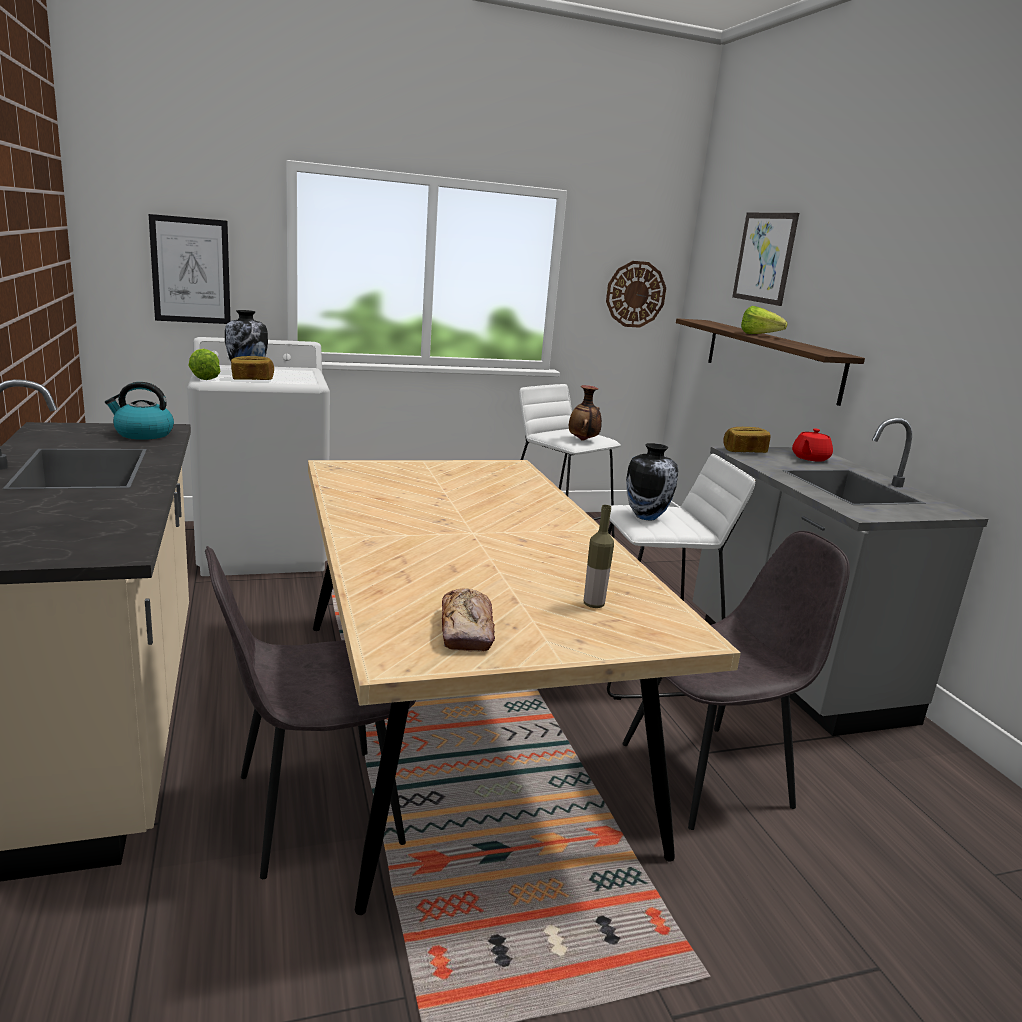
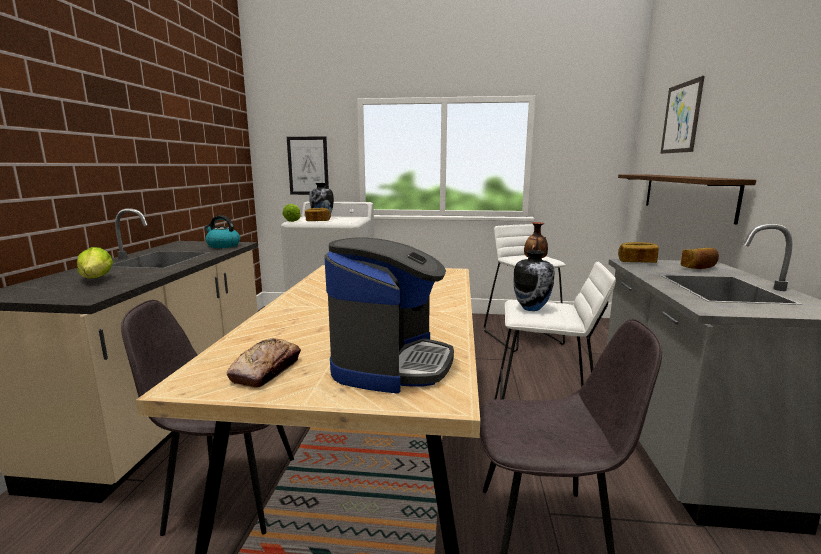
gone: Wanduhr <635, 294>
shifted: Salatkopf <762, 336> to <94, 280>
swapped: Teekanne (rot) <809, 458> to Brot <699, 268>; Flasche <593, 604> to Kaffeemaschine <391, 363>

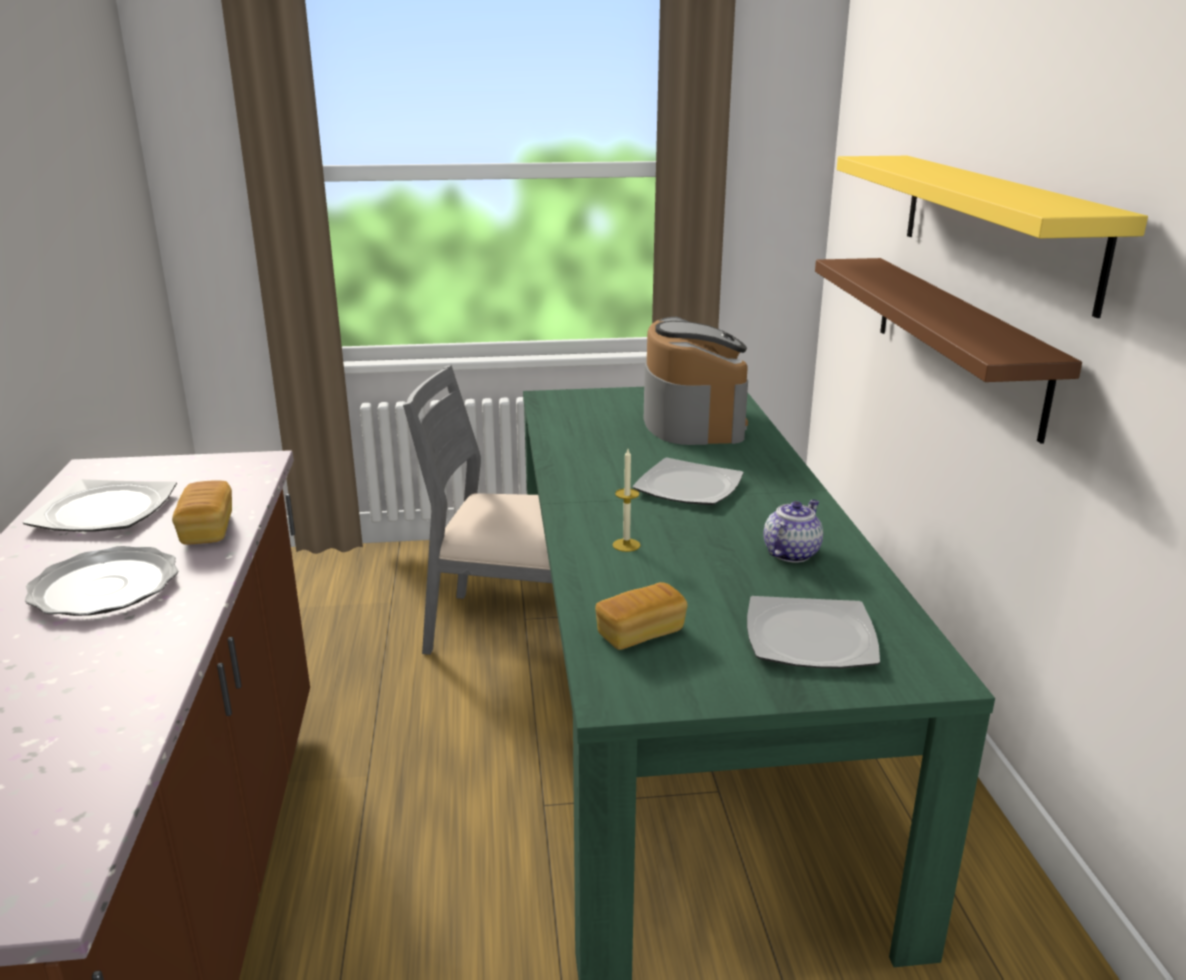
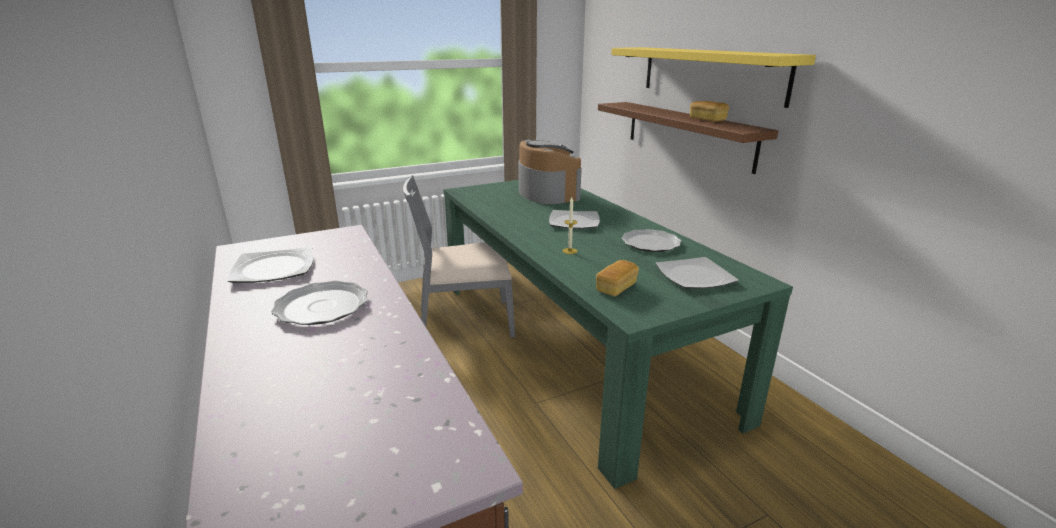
shifted: Brot <207, 530> to <707, 120>
swapped: Teekanne <791, 553> to Teller <650, 243>

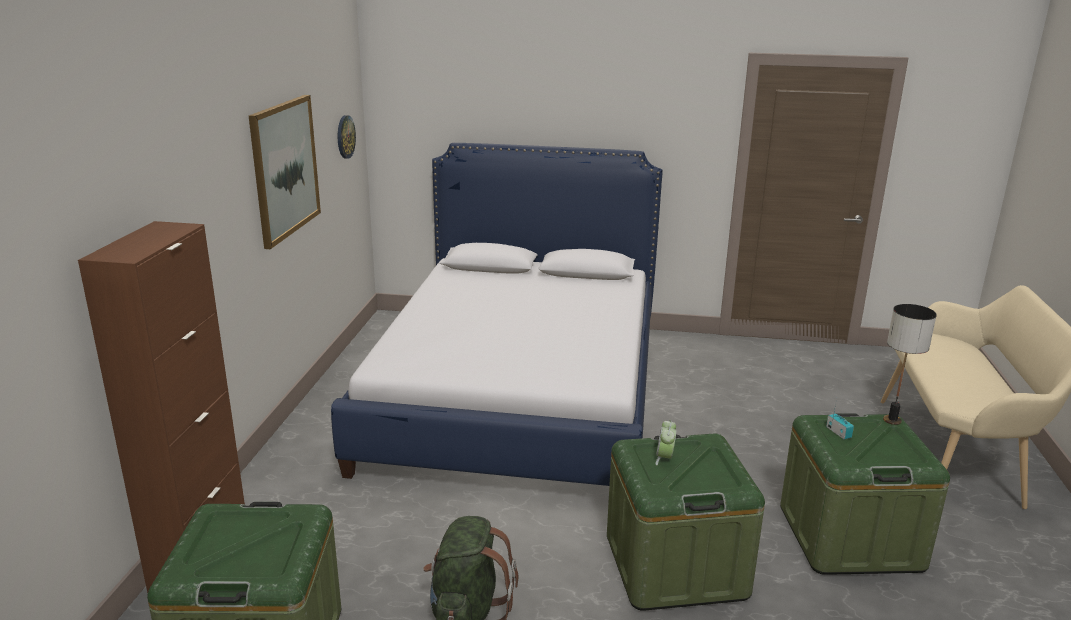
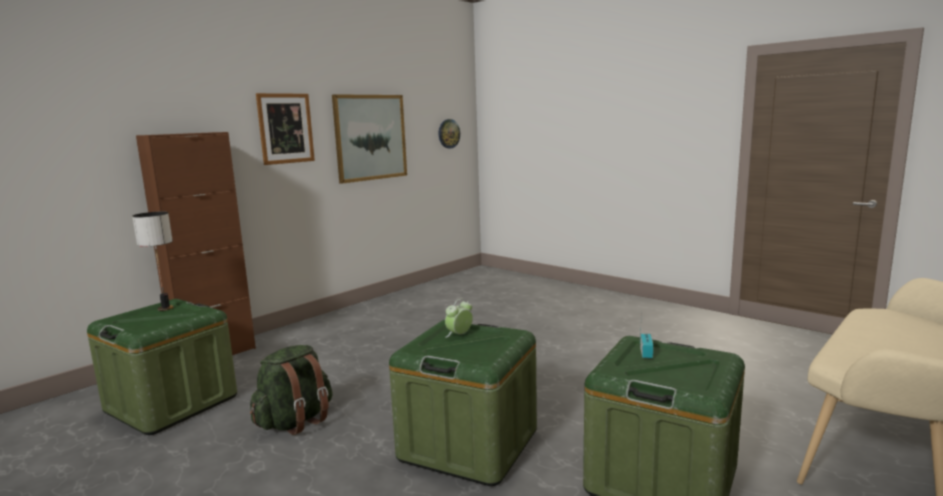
gone: Bett <518, 393>
new: Bild <285, 128>
shifted: Tischlampe <892, 420> to <165, 308>

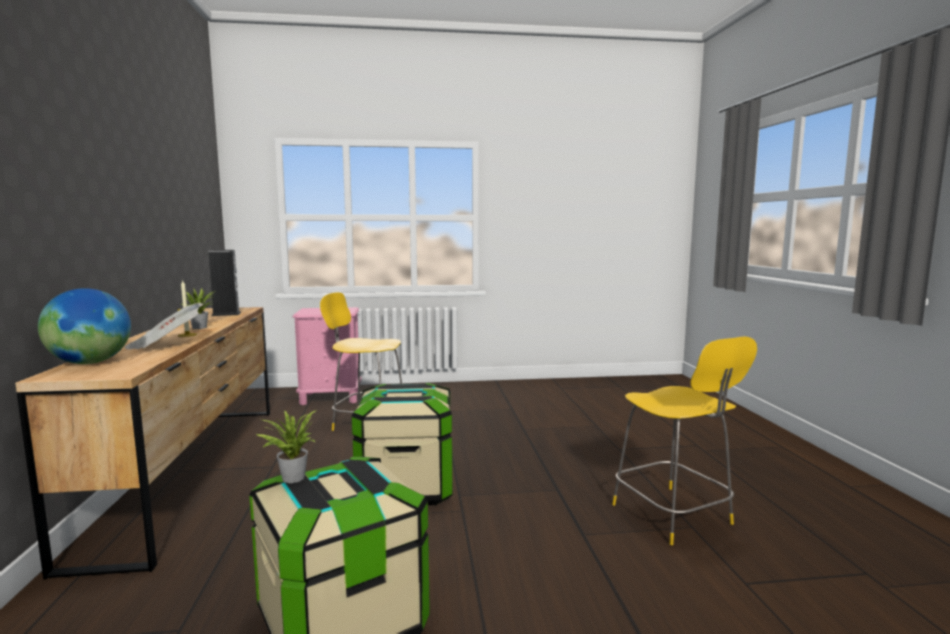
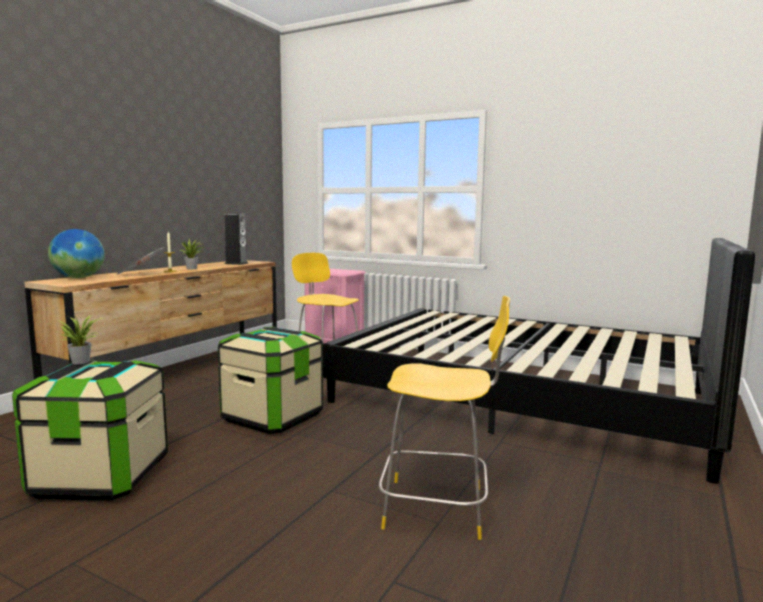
new: Bett (schwarz) <522, 398>
rotated: Stuhl (gelb) <674, 516> = <439, 508> 90 degrees counterclockwise

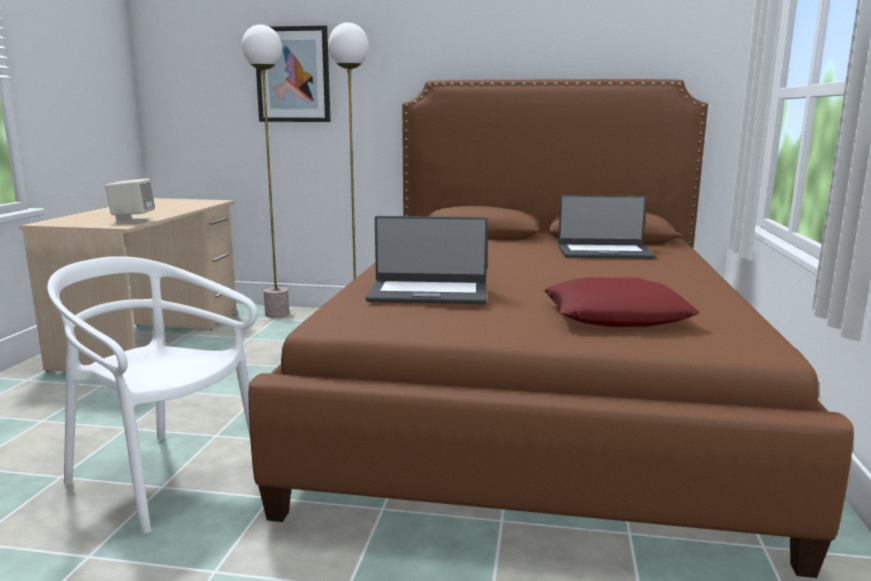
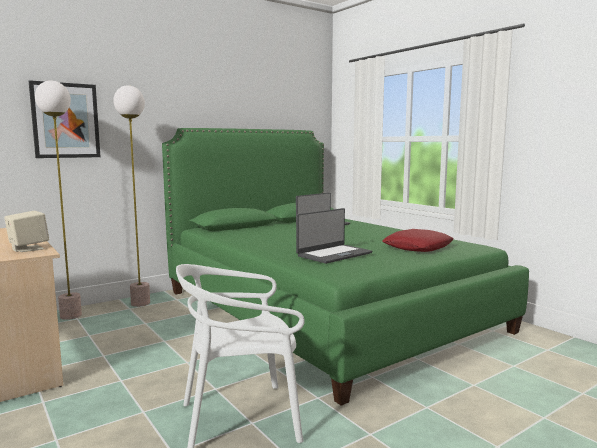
repainted: Bett (braun) <533, 395> to Bett (grün) <324, 310>

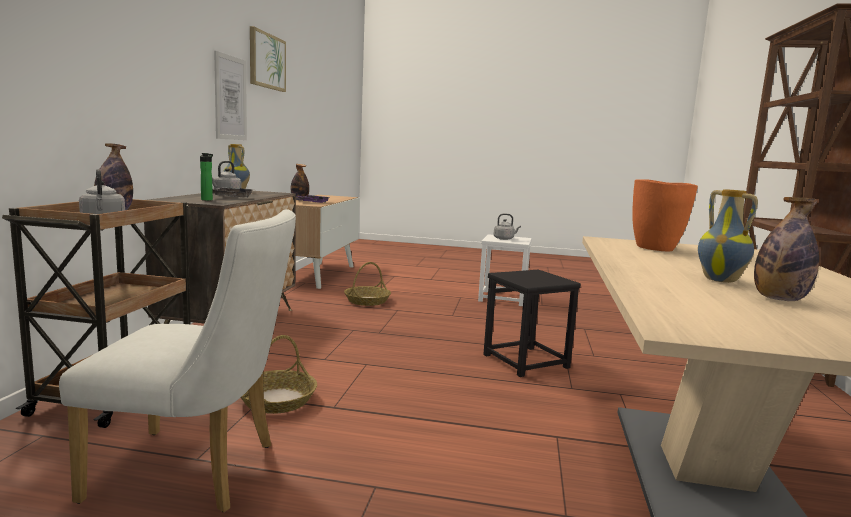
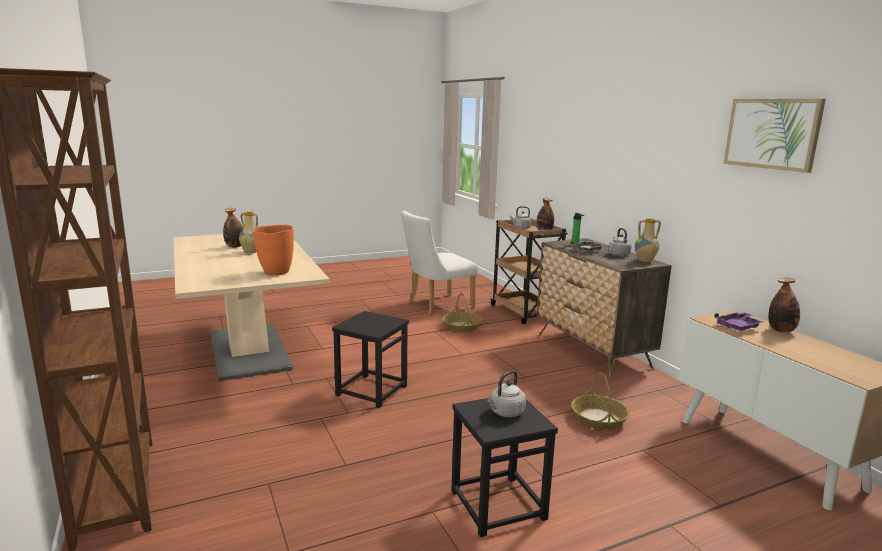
gone: Bild <230, 98>
repainted: Hocker (weiß) <502, 298> to Hocker (schwarz) <498, 504>

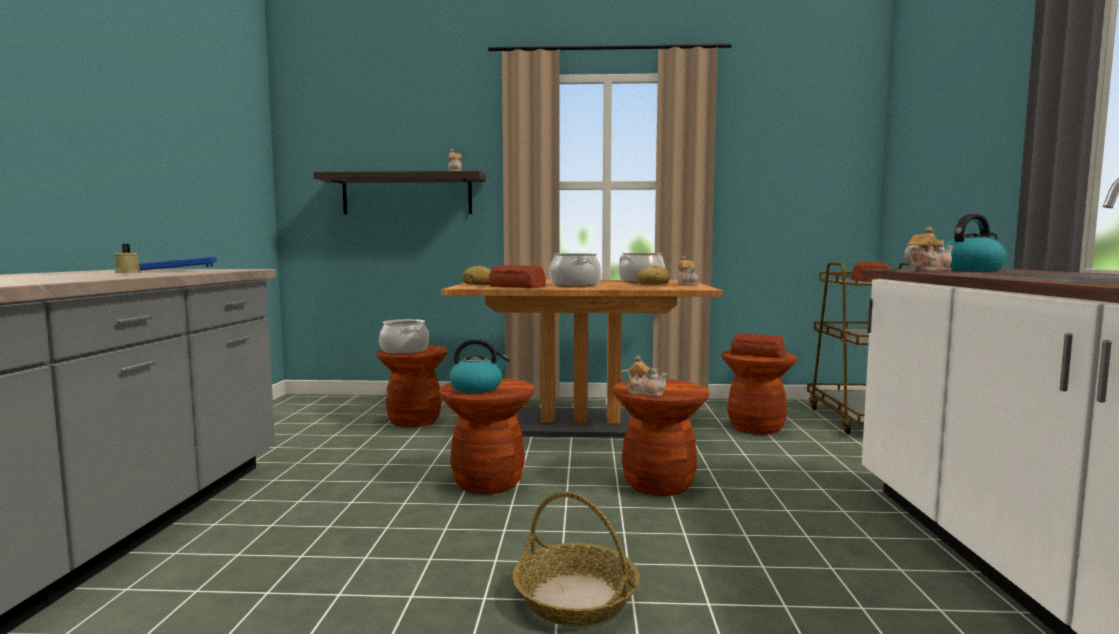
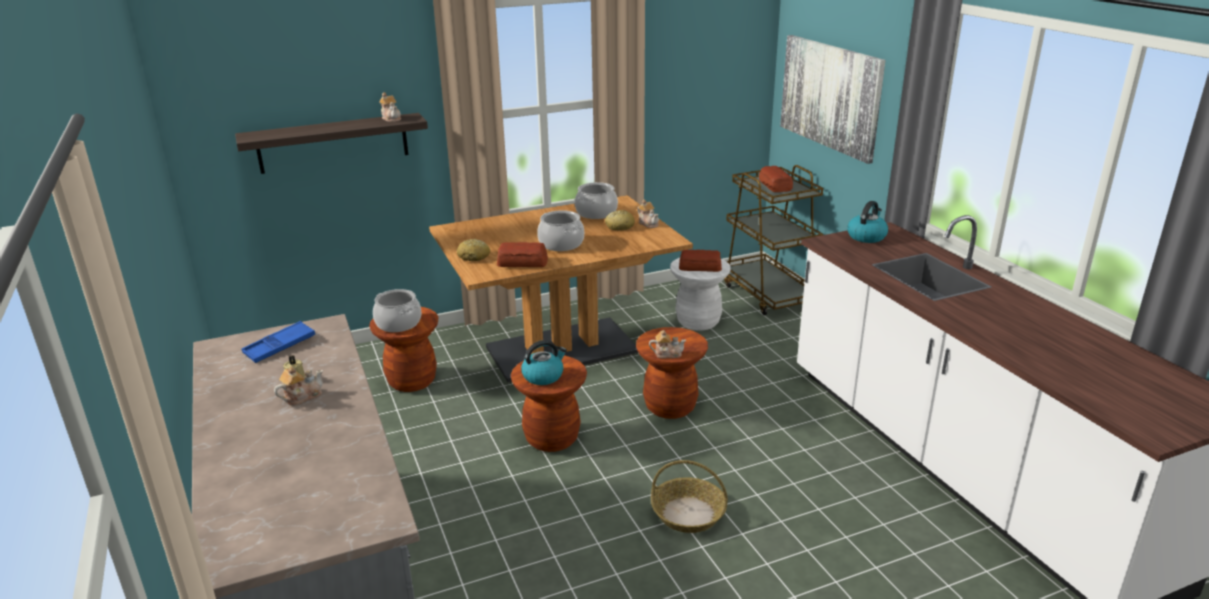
new: Bild <830, 96>
shifted: Teekanne <927, 271> to <302, 397>
repainted: Hocker (braun) <755, 427> to Hocker (weiß) <698, 322>

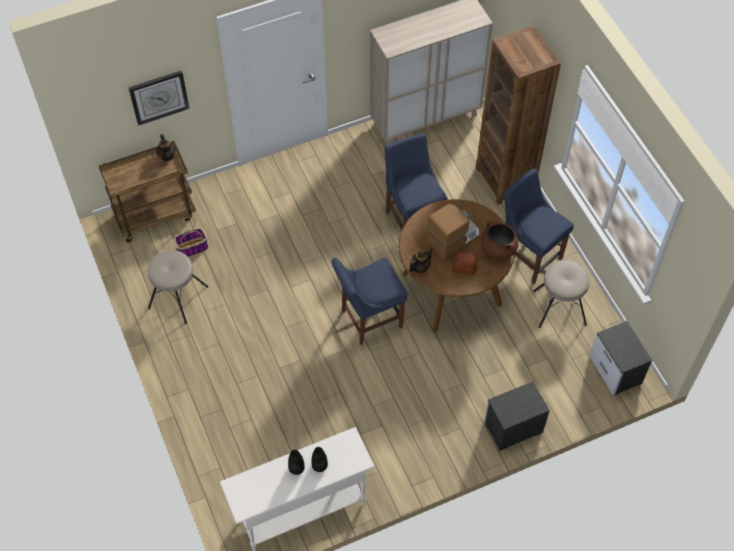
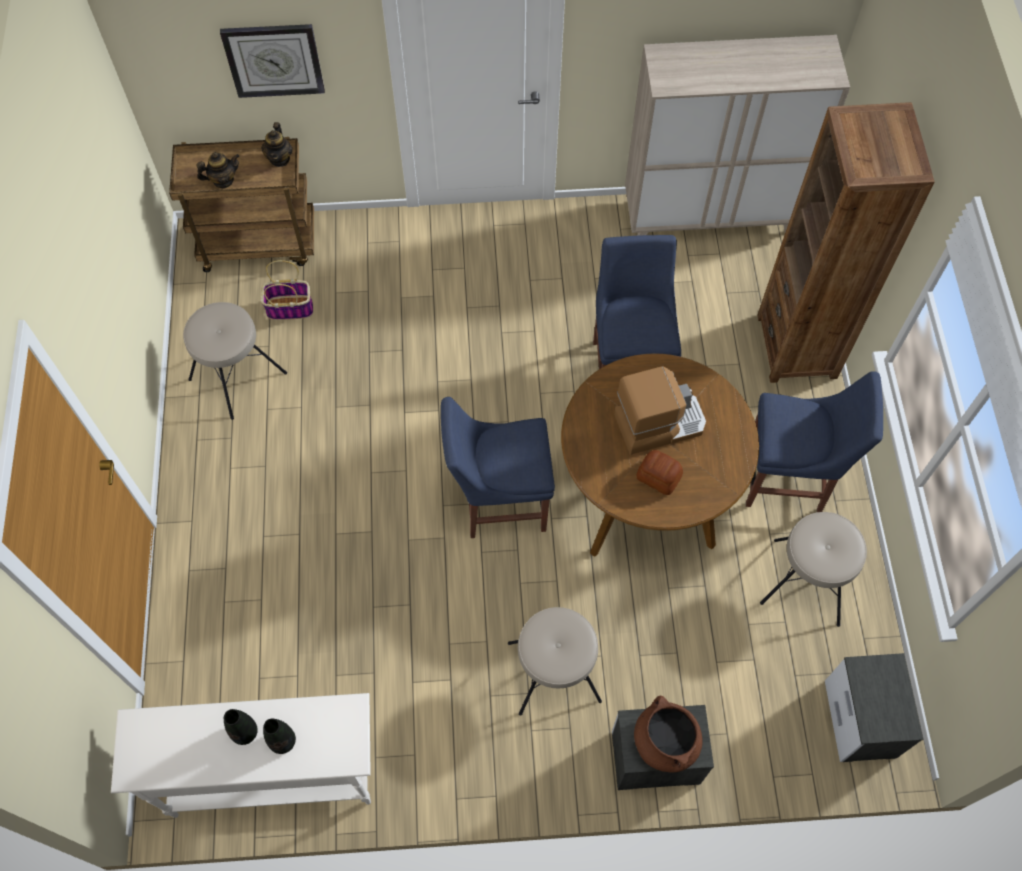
new: Hocker (beige) <554, 673>
shifted: Kochtopf (braun) <498, 249> to <665, 742>; Teekanne <420, 267> to <223, 180>
rotated: Stuhl (blau) <529, 255> = <788, 479> 120 degrees clockwise

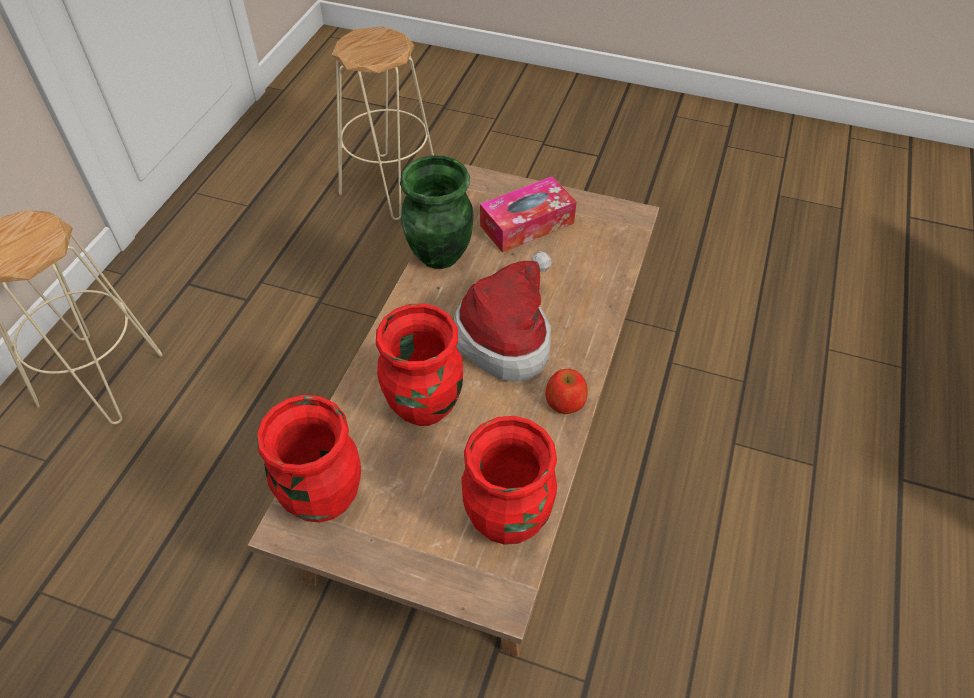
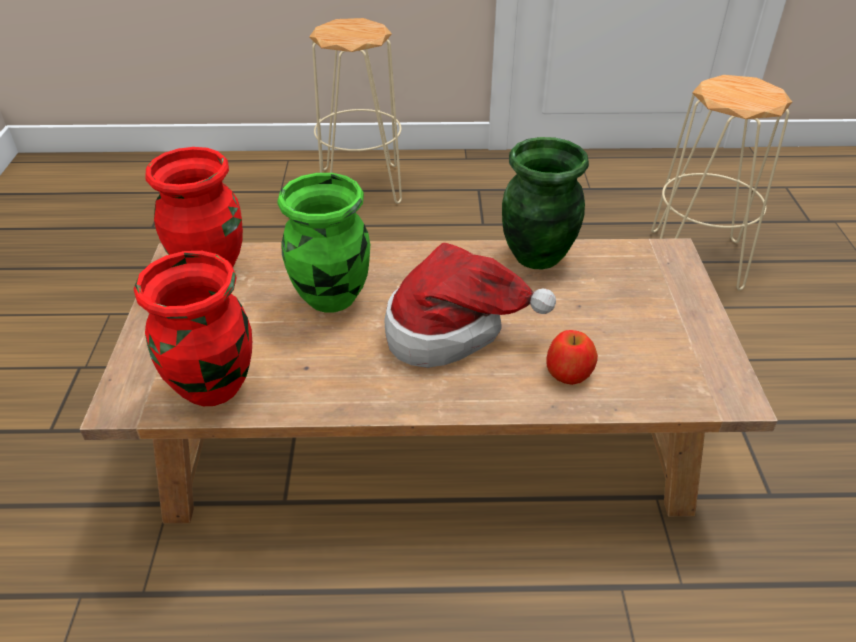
gone: Taschentuchbox <527, 224>
shifted: Apfel <565, 401> to <568, 372>
repainted: Vase (rot) <425, 407> to Vase (grün) <331, 298>

